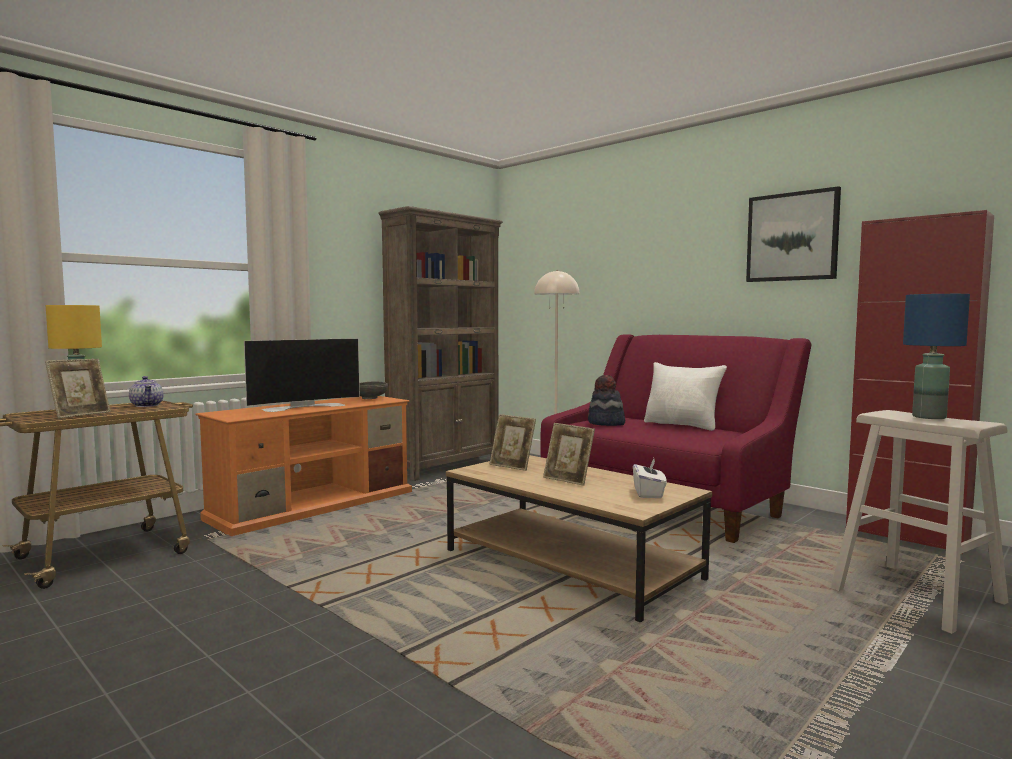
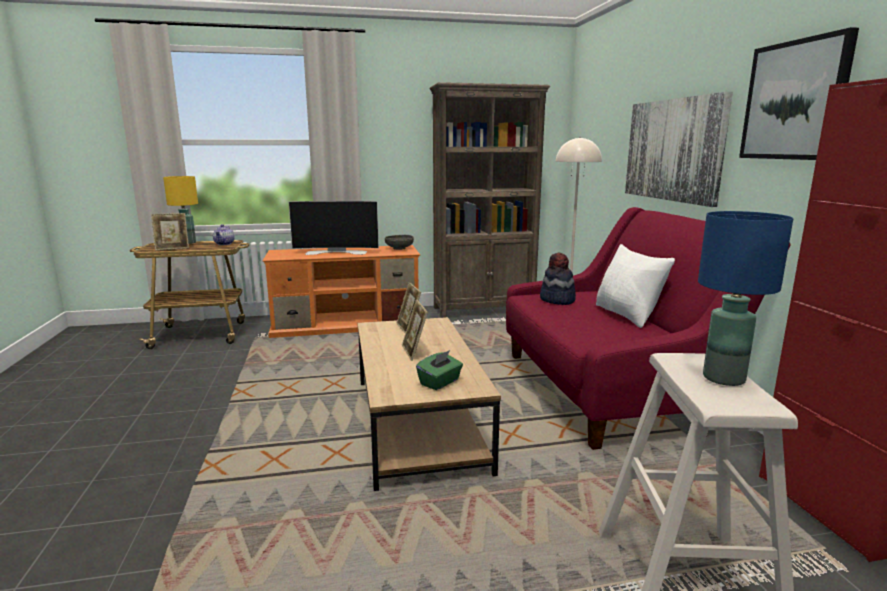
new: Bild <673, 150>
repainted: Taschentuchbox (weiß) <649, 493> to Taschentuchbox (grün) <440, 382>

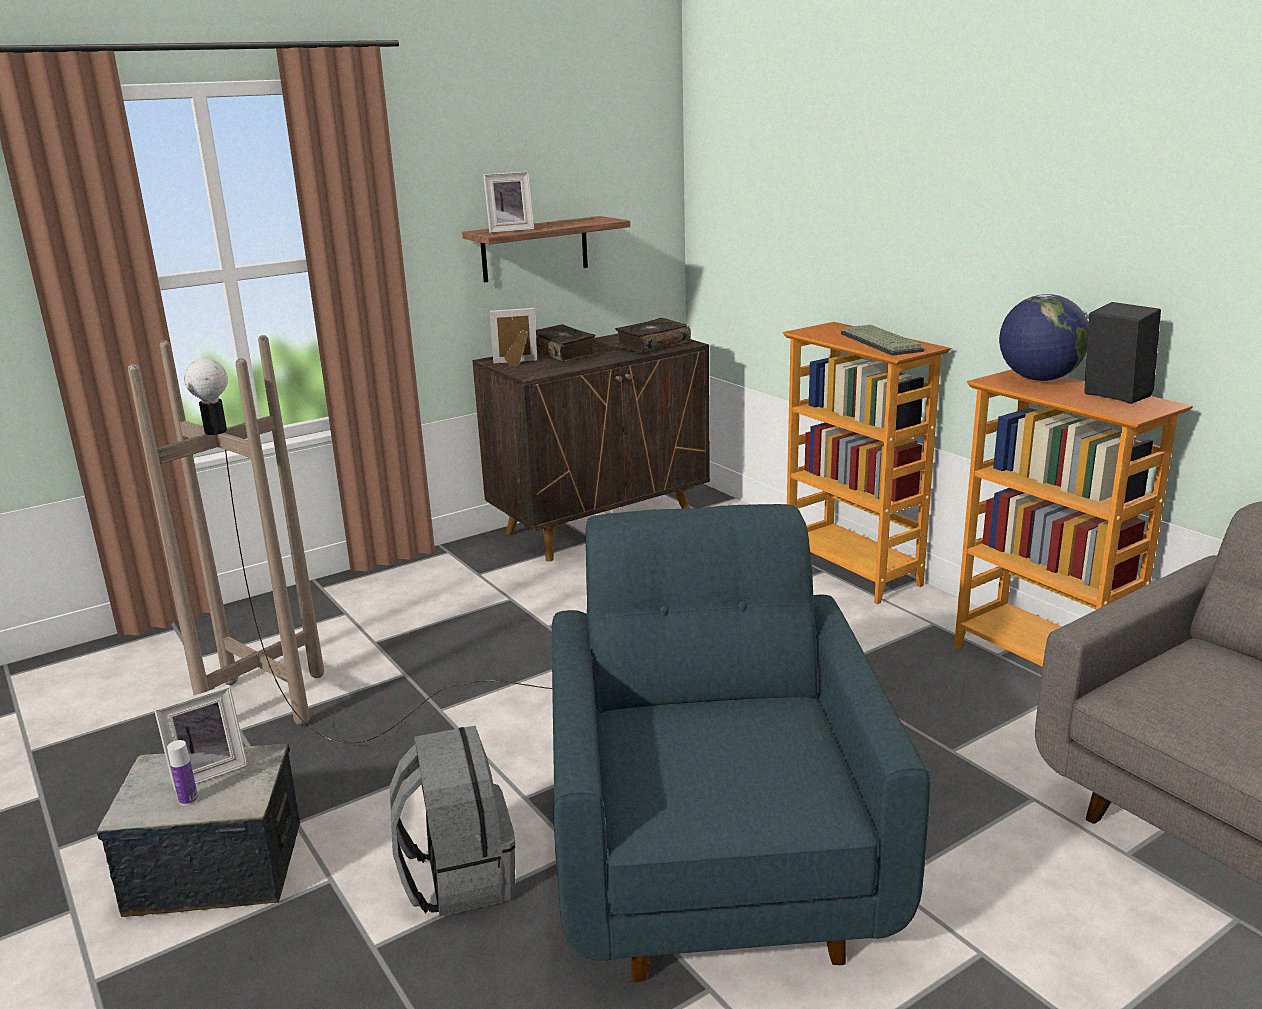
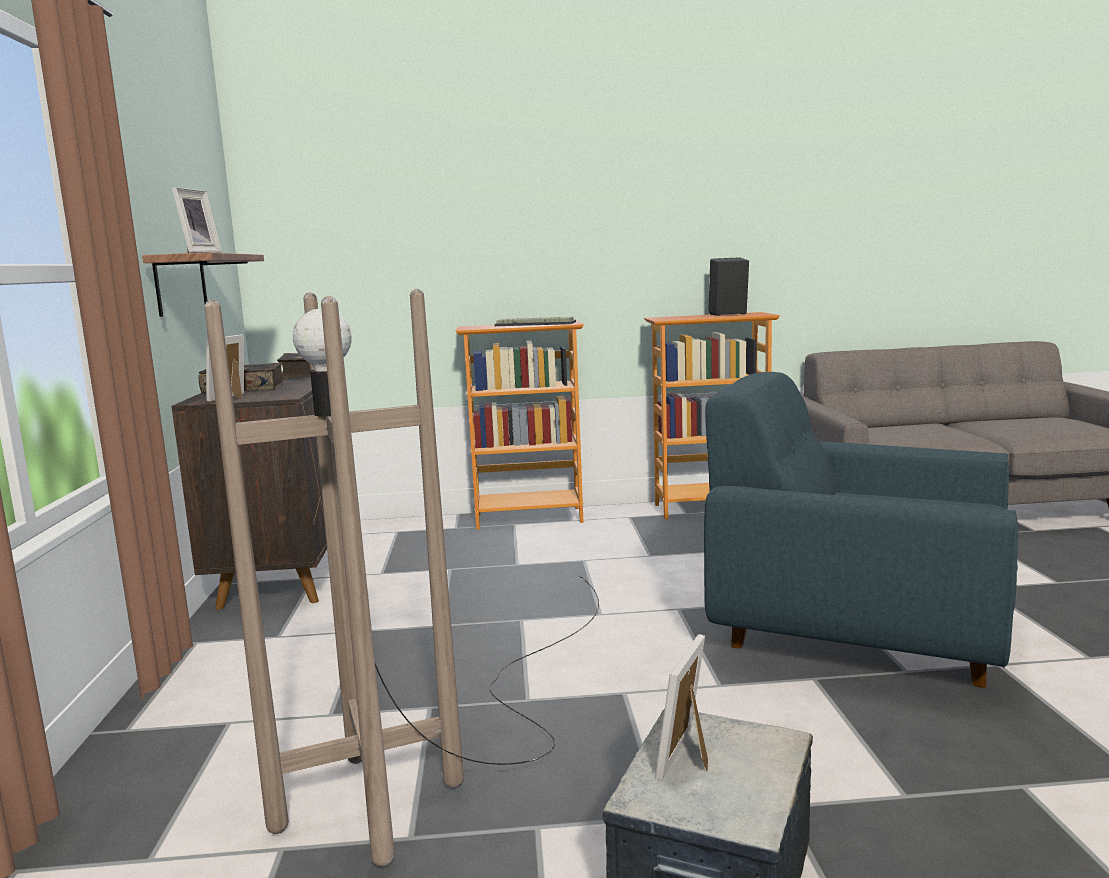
gone: Globus <1039, 379>; Rucksack (grau) <458, 876>; Flasche <188, 800>
rotated: Bilderrahmen <208, 771> = <690, 758> 150 degrees counterclockwise

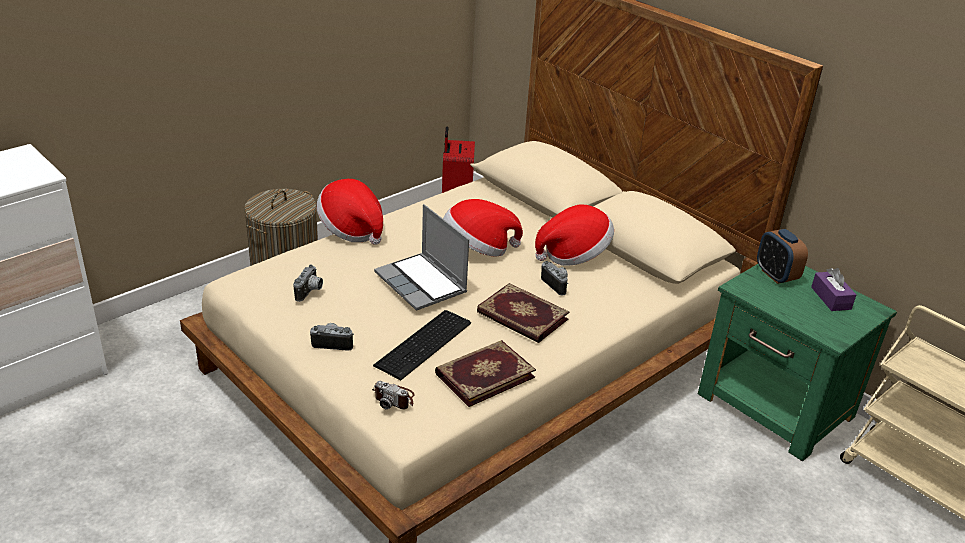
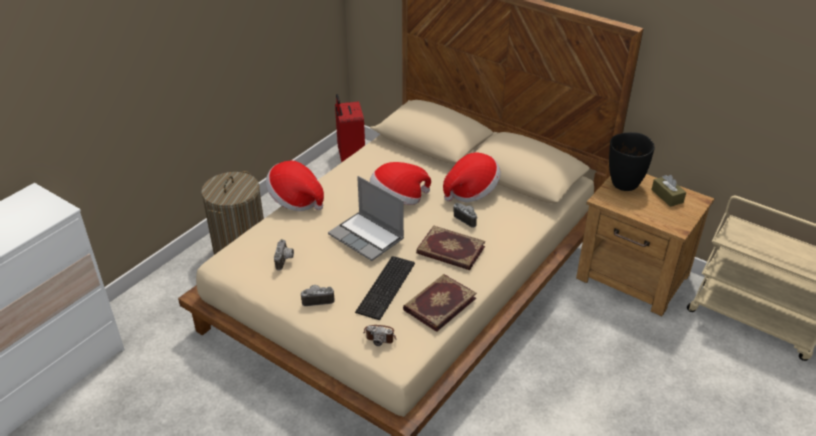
swapped: Wecker <776, 275> to Vase (schwarz) <624, 184>
repainted: Nachttisch (grün) <776, 407> to Nachttisch (braun) <633, 278>; Taschentuchbox (lila) <831, 298> to Taschentuchbox (braun) <667, 196>

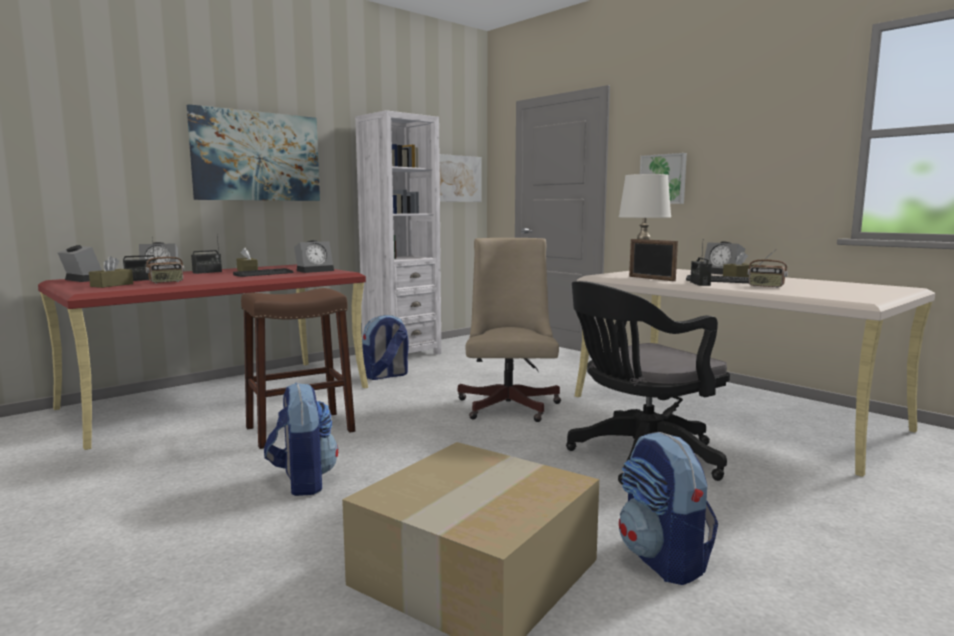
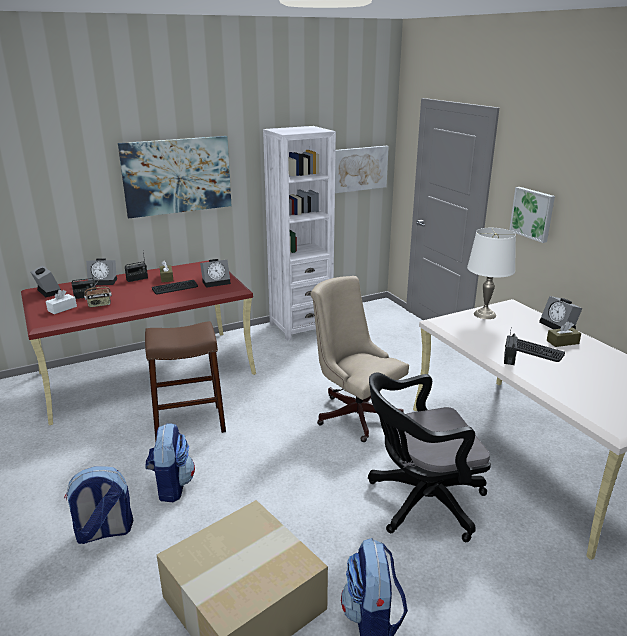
gone: Bilderrahmen <651, 278>; Radio <766, 286>
shifted: Rucksack <385, 376> to <103, 532>
repainted: Taschentuchbox (braun) <112, 285> to Taschentuchbox (weiß) <62, 308>
rotated: Bürostuhl (beige) <509, 404> = <354, 413> 60 degrees counterclockwise

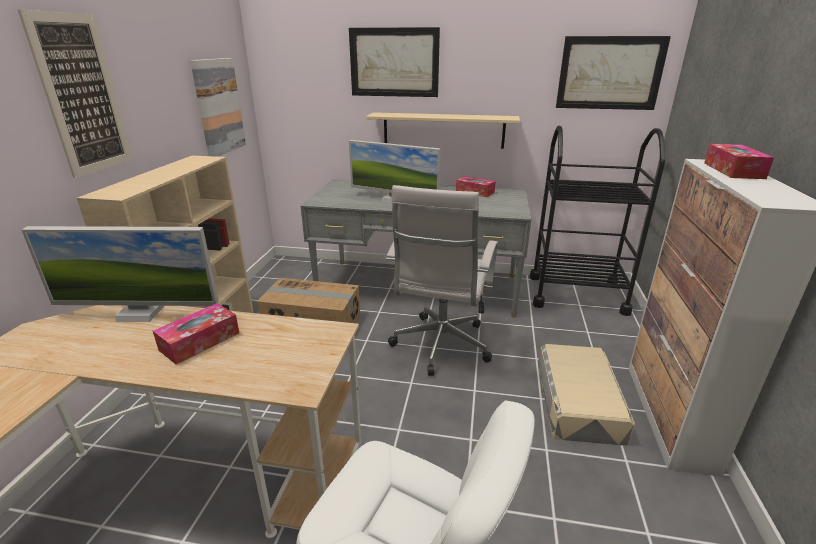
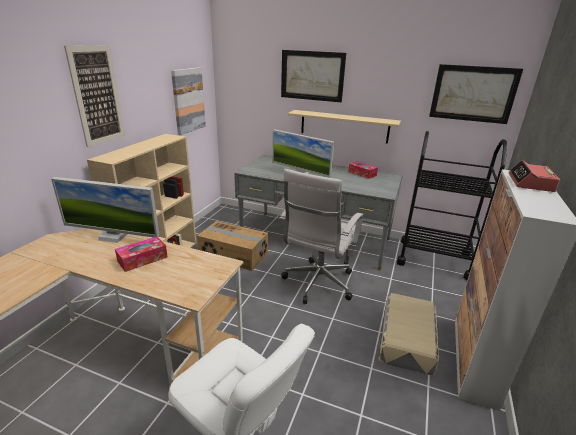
swapped: Taschentuchbox <733, 170> to Wecker <530, 183>

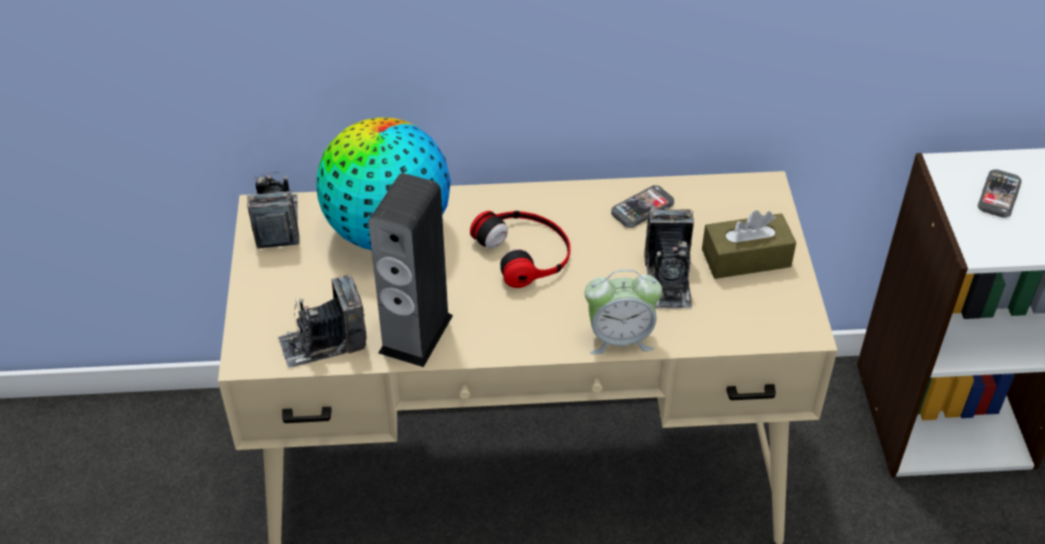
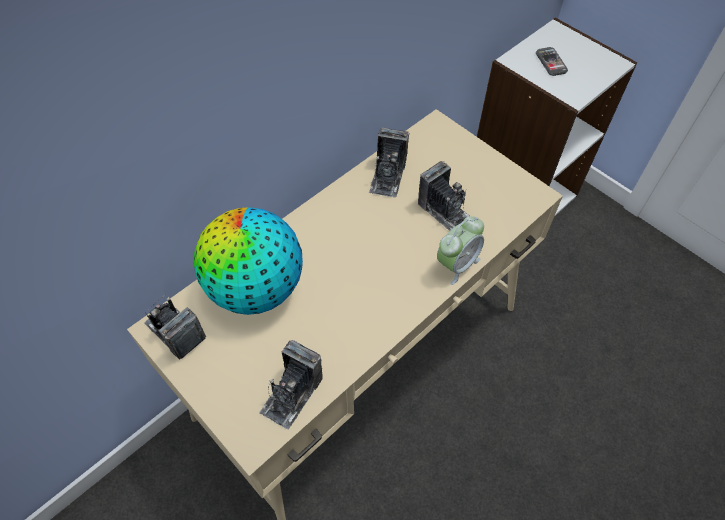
gone: Lautsprecher <416, 334>; Taschentuchbox (braun) <746, 258>; Kopfhörer <525, 252>
swapped: Handy <642, 208> to Kamera <388, 176>

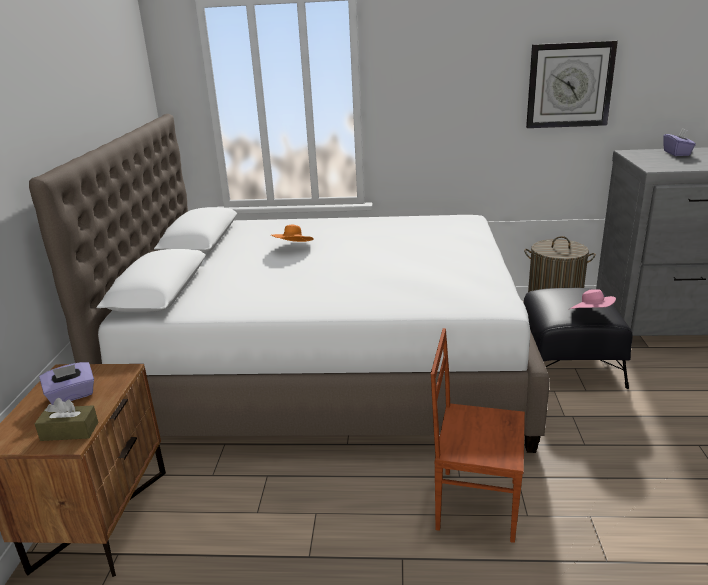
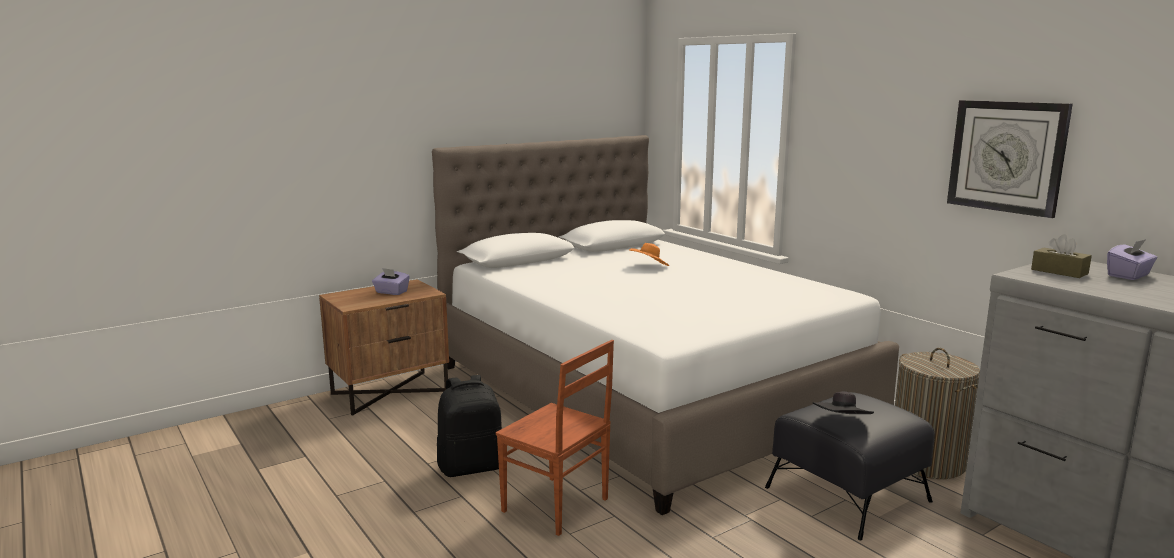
new: Rucksack (schwarz) <471, 467>
shifted: Taschentuchbox (braun) <69, 431> to <1059, 272>
repainted: Hut (rosa) <591, 314> to Hut (schwarz) <842, 423>
rotated: Stuhl (braun) <475, 503> = <556, 506> 150 degrees clockwise

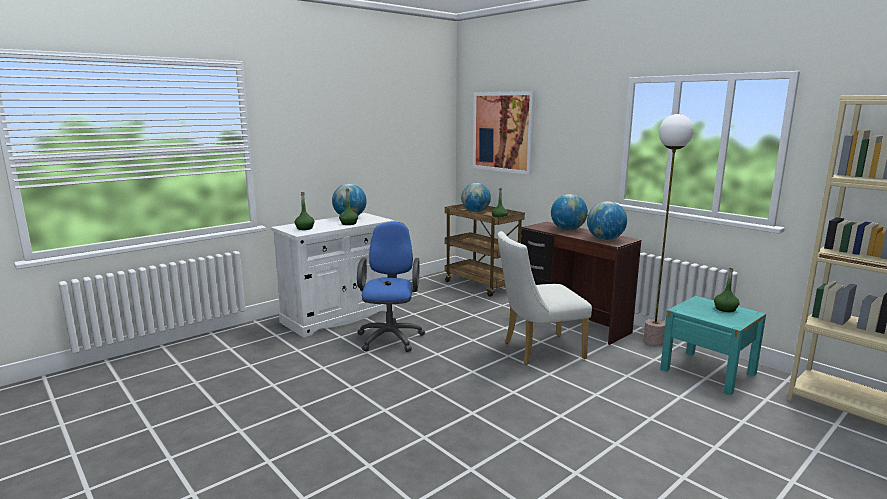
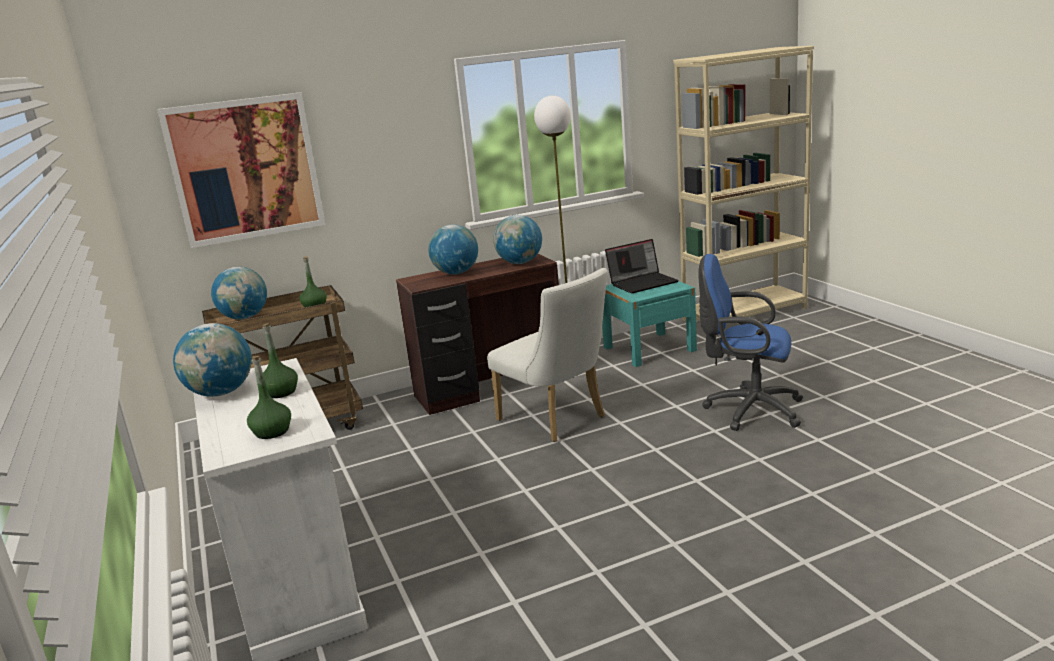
shifted: Bürostuhl (blau) <391, 337> to <748, 410>
swapped: Flasche (grün) <725, 309> to Laptop <643, 283>
rotated: Stuhl (weiß) <537, 350> = <557, 420> 45 degrees counterclockwise

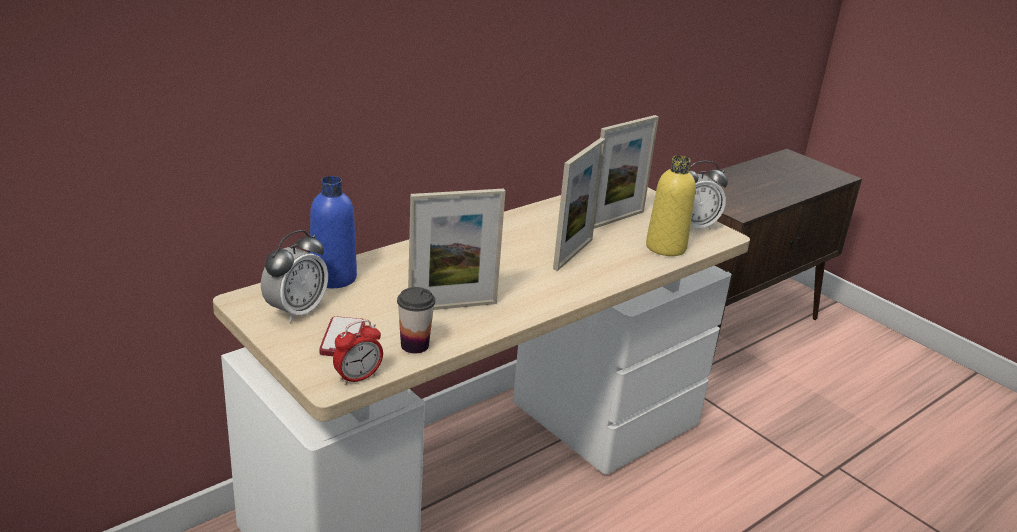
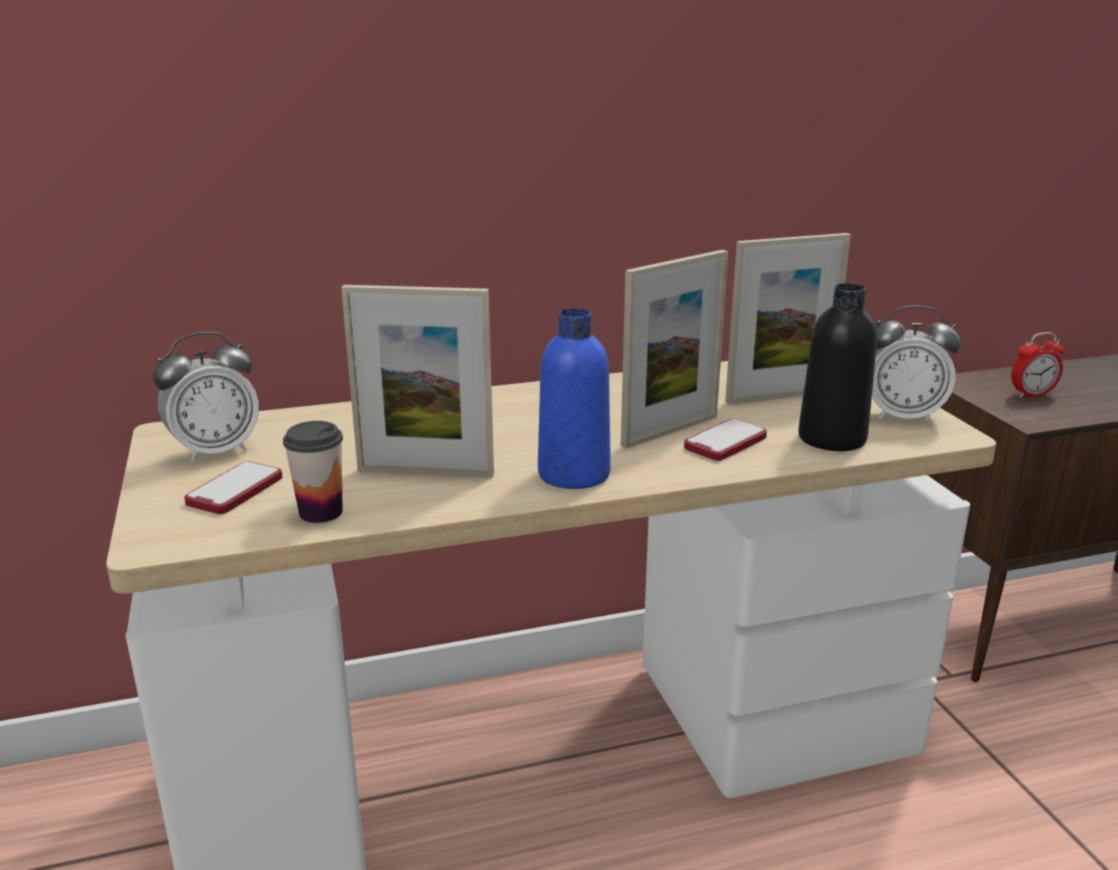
new: Handy <725, 442>
shifted: Flasche (blau) <333, 277> to <574, 474>; Wecker <358, 377> to <1031, 395>
repainted: Flasche (gelb) <666, 247> to Flasche (schwarz) <832, 438>

